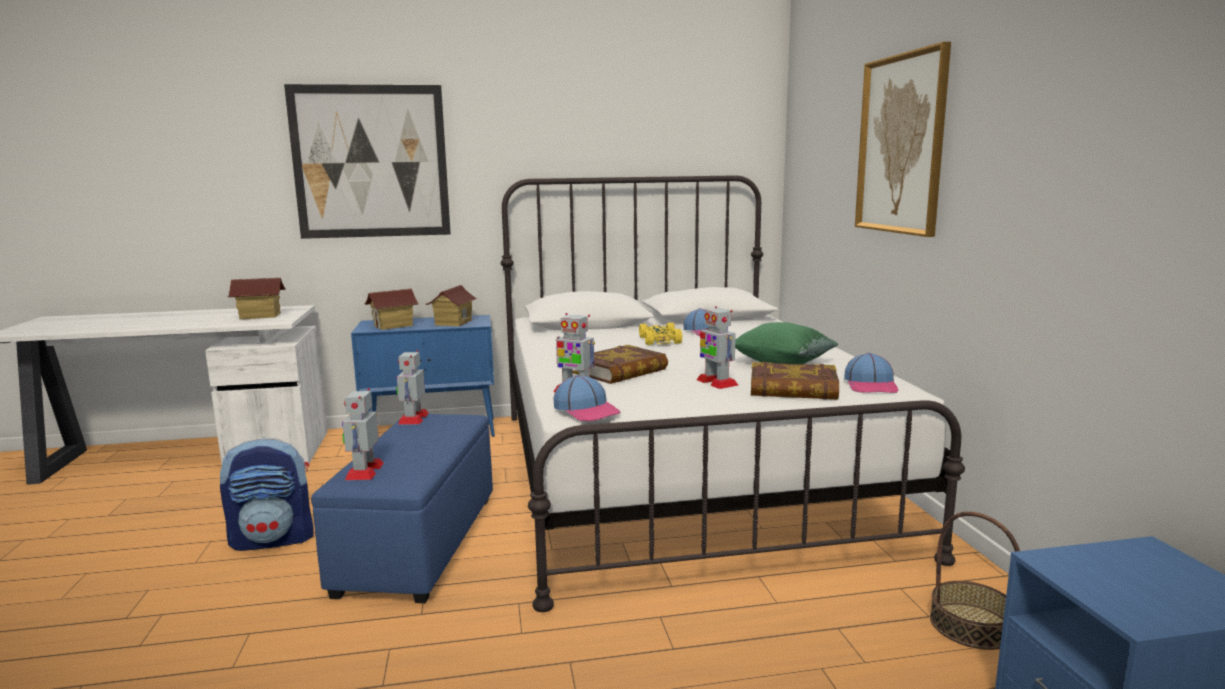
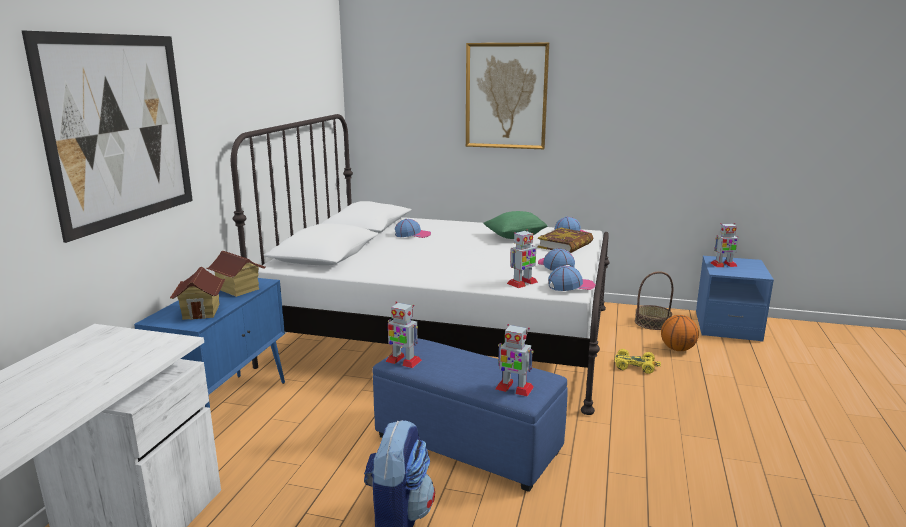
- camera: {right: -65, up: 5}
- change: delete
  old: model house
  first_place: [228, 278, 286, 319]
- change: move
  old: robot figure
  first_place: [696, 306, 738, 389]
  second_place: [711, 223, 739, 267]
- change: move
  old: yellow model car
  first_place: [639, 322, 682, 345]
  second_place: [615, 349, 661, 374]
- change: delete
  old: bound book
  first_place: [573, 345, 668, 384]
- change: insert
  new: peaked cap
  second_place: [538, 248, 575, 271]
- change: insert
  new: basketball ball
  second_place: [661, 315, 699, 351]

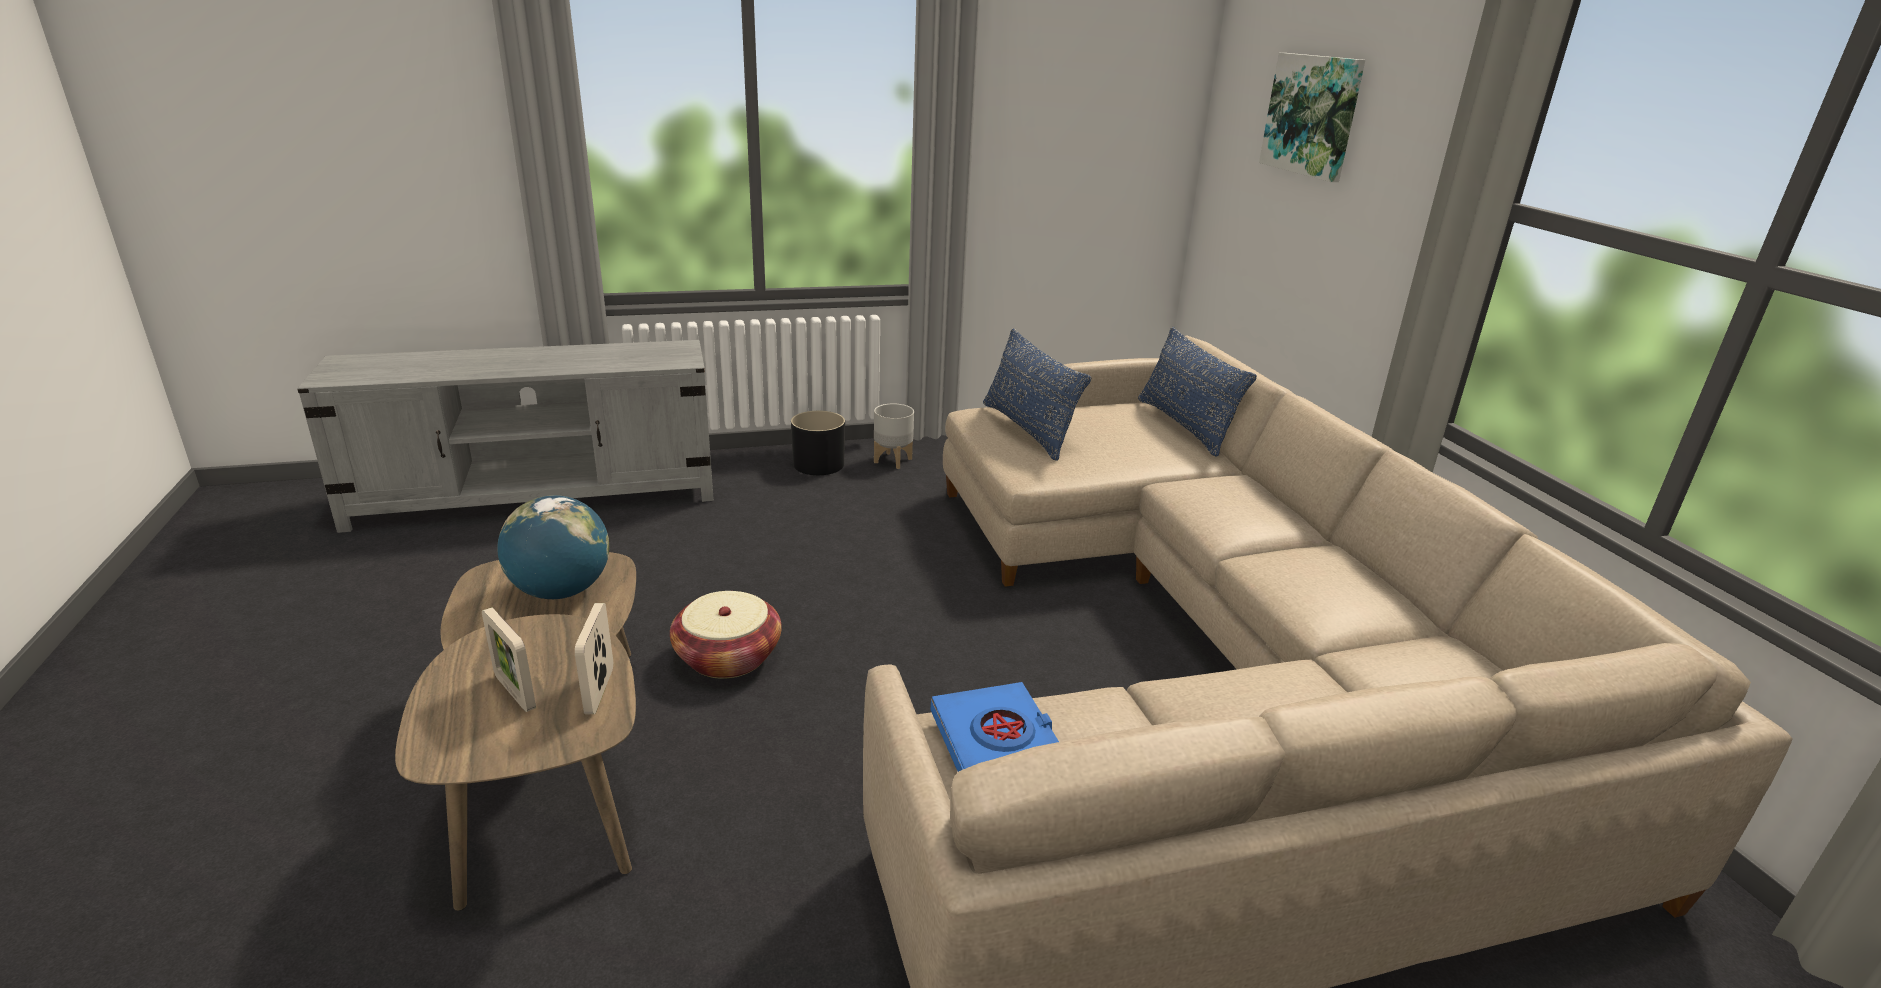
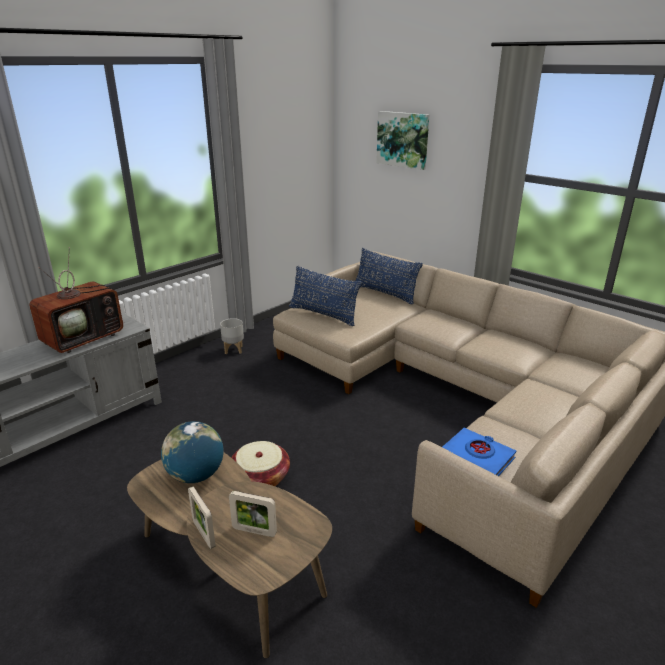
- camera: {right: -30, up: 0}
- change: delete
  old: blackish planter
  first_place: [791, 411, 845, 475]
- change: move
  old: standing frame
  first_place: [575, 603, 613, 714]
  second_place: [188, 487, 216, 549]
- change: insert
  new: television
  second_place: [29, 247, 124, 353]

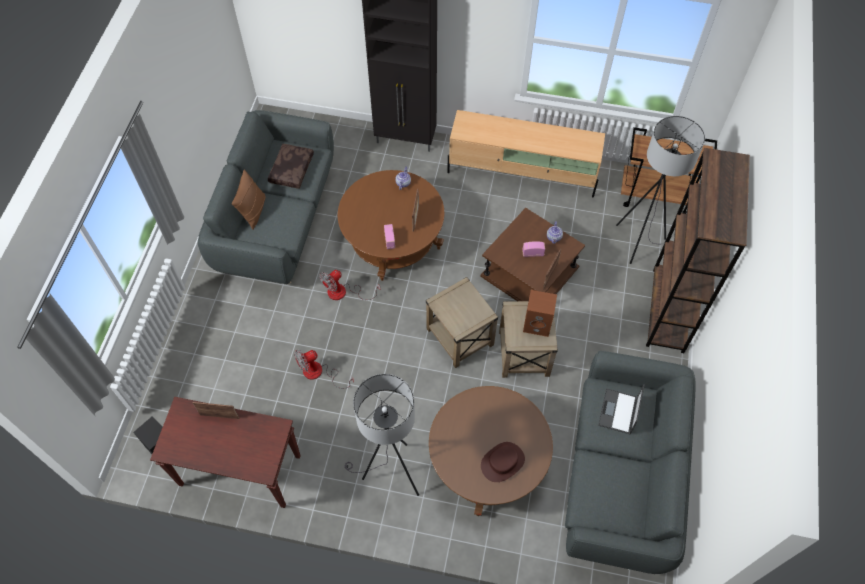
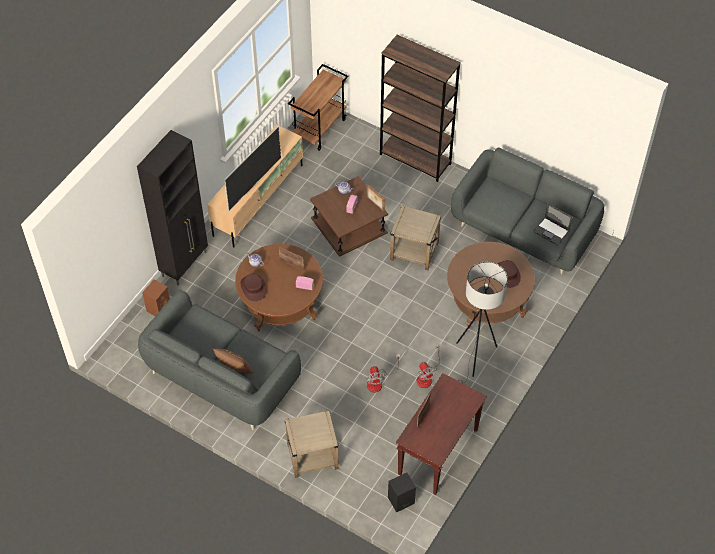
- camera: {right: -70, up: -5}
- change: delete
  old: grey standard lamp
  first_place: [616, 116, 705, 264]
- change: delete
  old: brown-coloured throw pillow
  first_place: [268, 144, 314, 189]
- change: move
  old: fan
  first_place: [319, 270, 380, 300]
  second_place: [416, 345, 440, 388]
- change: move
  old: beige-coloured side table
  first_place: [426, 277, 498, 368]
  second_place: [285, 410, 339, 478]
- change: move
  old: brown-coloured speaker
  first_place: [523, 290, 557, 337]
  second_place: [142, 280, 170, 316]
- change: move
  old: notebook computer
  first_place: [598, 384, 645, 435]
  second_place: [533, 203, 573, 246]
- change: insert
  new: television
  second_place: [224, 127, 281, 211]
- change: insert
  new: brown-coloured hat
  second_place: [240, 274, 267, 301]

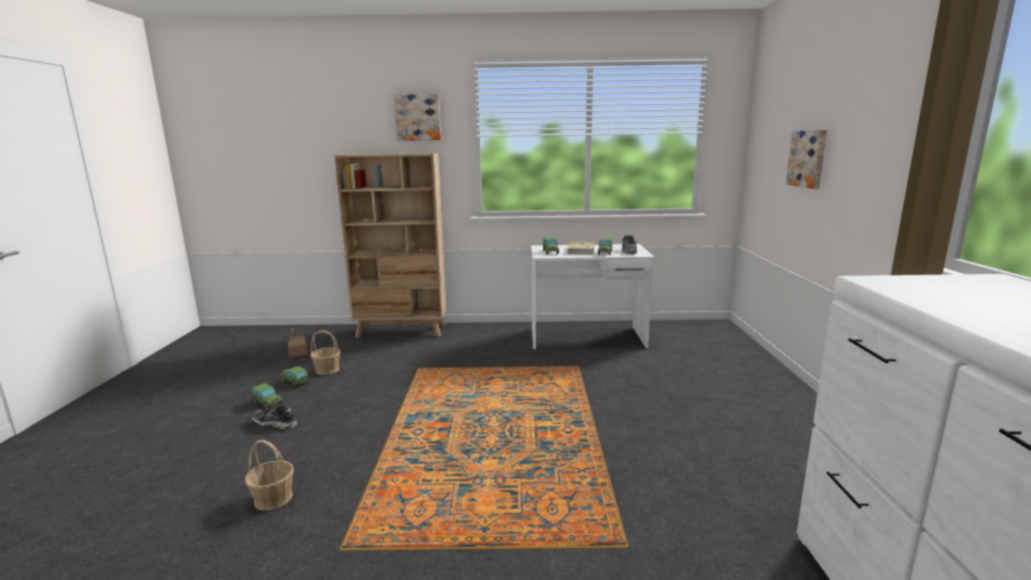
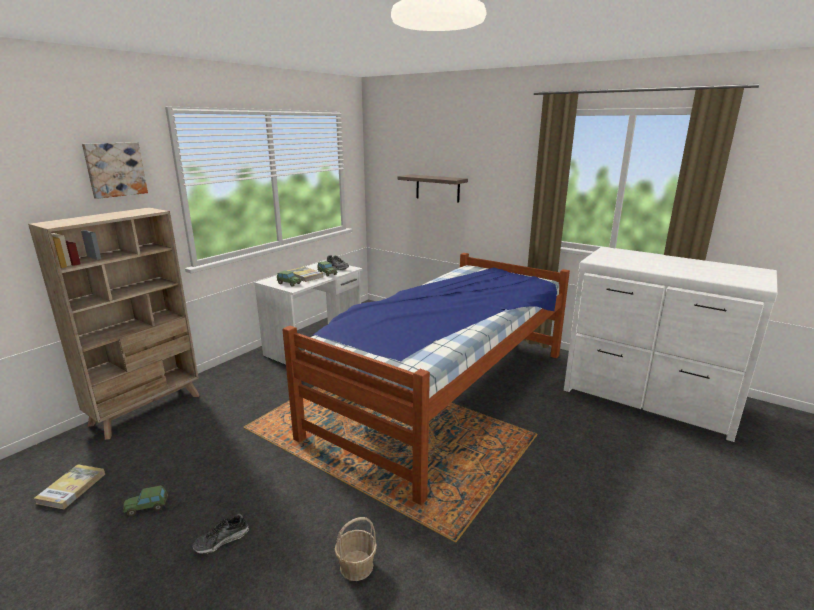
- camera: {right: -55, up: 5}
- change: replace
  old: wall art
  new: shelf
  first_place: [786, 130, 827, 189]
  second_place: [397, 174, 468, 203]
- change: replace
  old: model house
  new: bound book
  first_place: [288, 328, 308, 358]
  second_place: [34, 464, 105, 509]
- change: delete
  old: storage basket
  first_place: [310, 330, 341, 375]
- change: delete
  old: model car
  first_place: [251, 383, 283, 409]
- change: insert
  new: bed
  second_place: [282, 253, 570, 505]

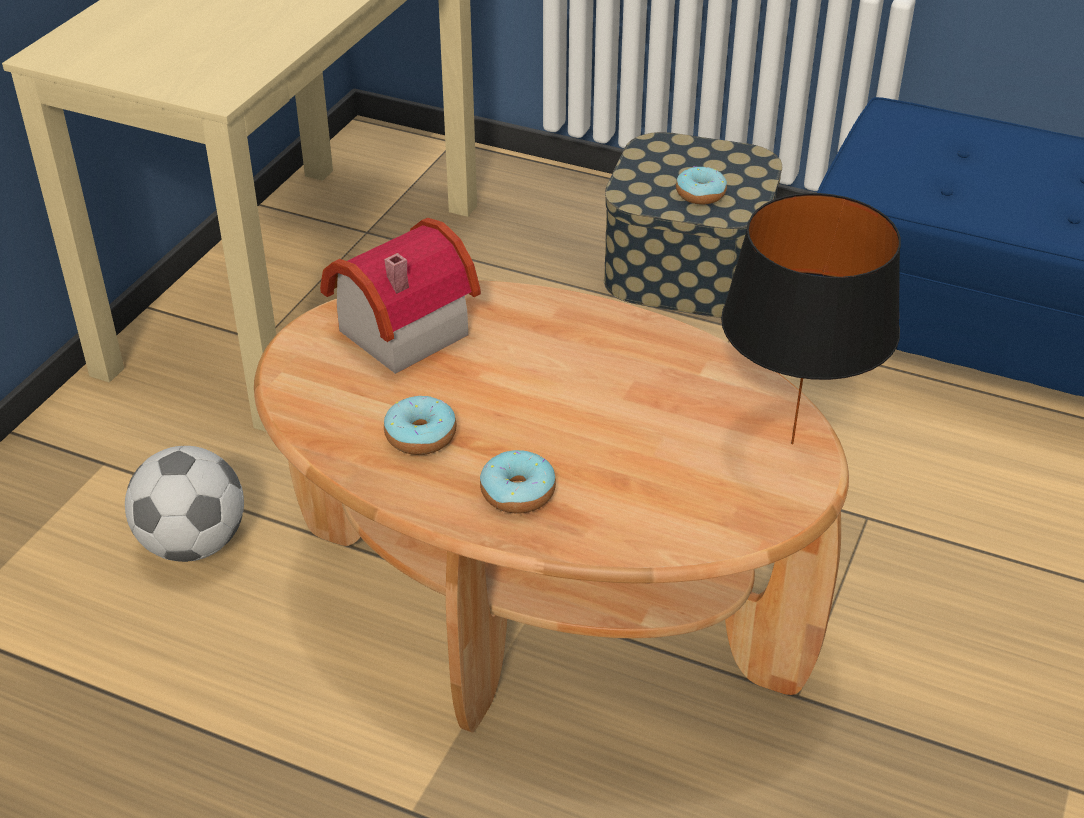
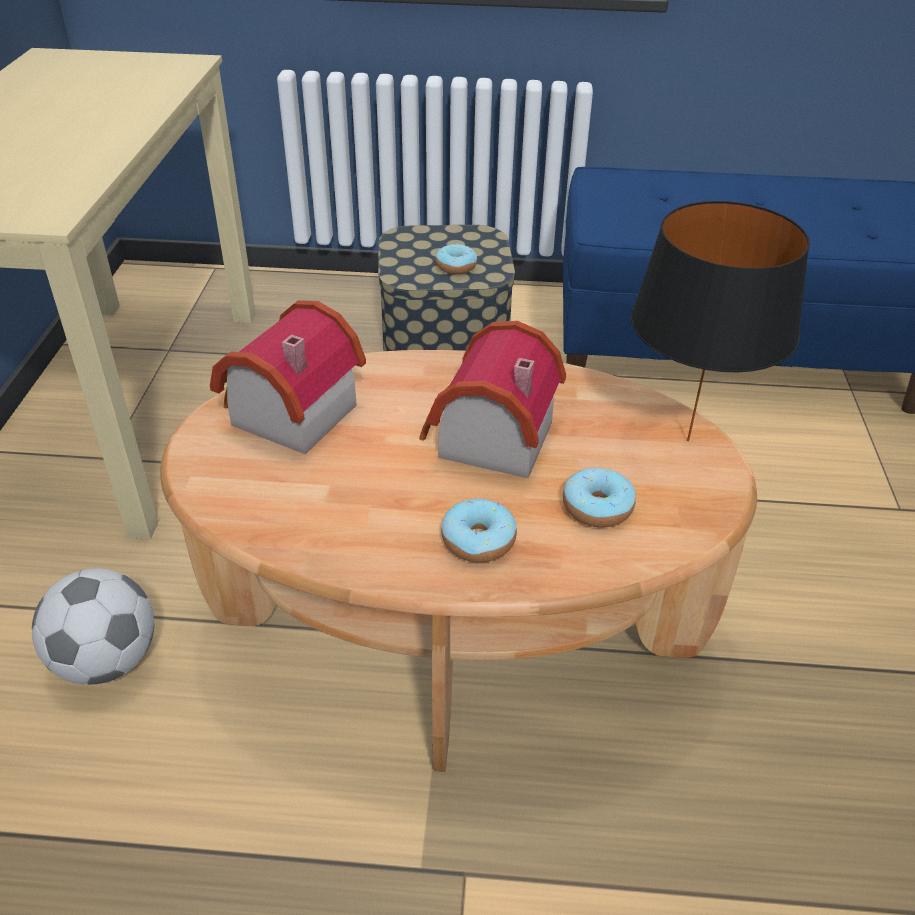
- camera: {right: -20, up: 0}
- change: move
  old: doughnut
  first_place: [384, 396, 456, 455]
  second_place: [563, 468, 636, 527]
- change: insert
  new: model house
  second_place: [419, 321, 566, 478]

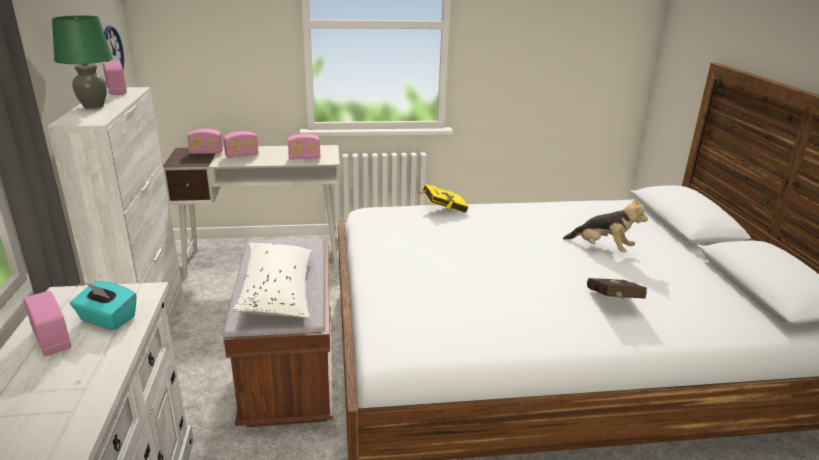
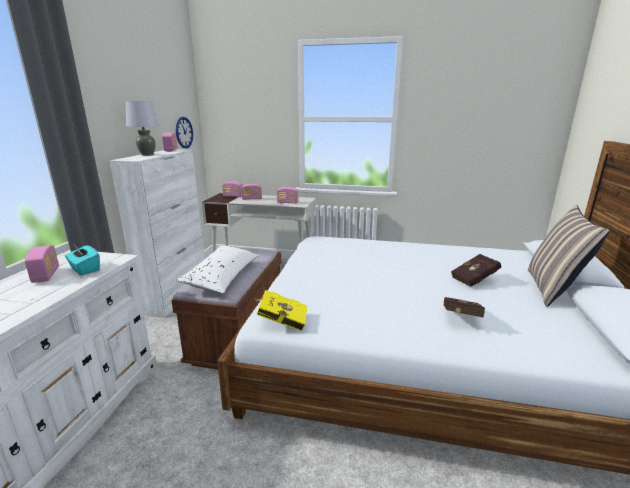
- camera: {right: 20, up: -5}
- change: recolor
  old: green-coloured tabletop lamp
  new: grey tabletop lamp
  first_place: [52, 15, 113, 109]
  second_place: [126, 101, 160, 156]
- change: move
  old: yellow bound book
  first_place: [419, 184, 469, 213]
  second_place: [254, 290, 307, 331]
- change: replace
  old: cuddly toy
  new: reddish bound book
  first_place: [563, 197, 648, 252]
  second_place: [451, 254, 501, 287]
- change: insert
  new: throw pillow
  second_place: [528, 205, 610, 307]

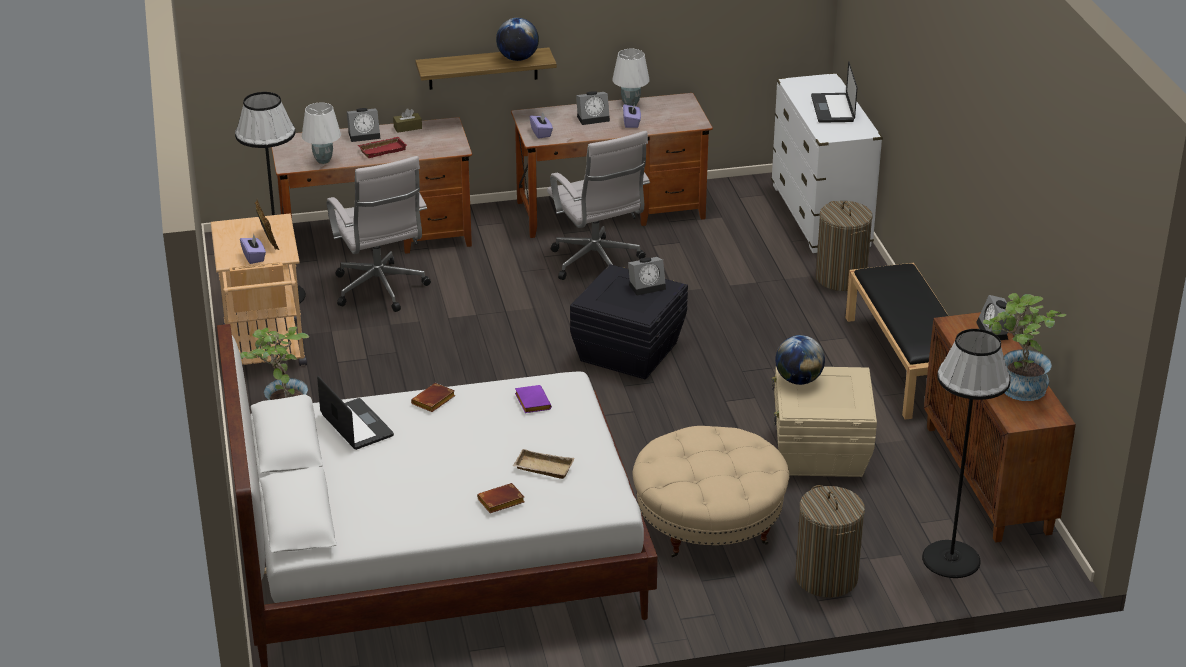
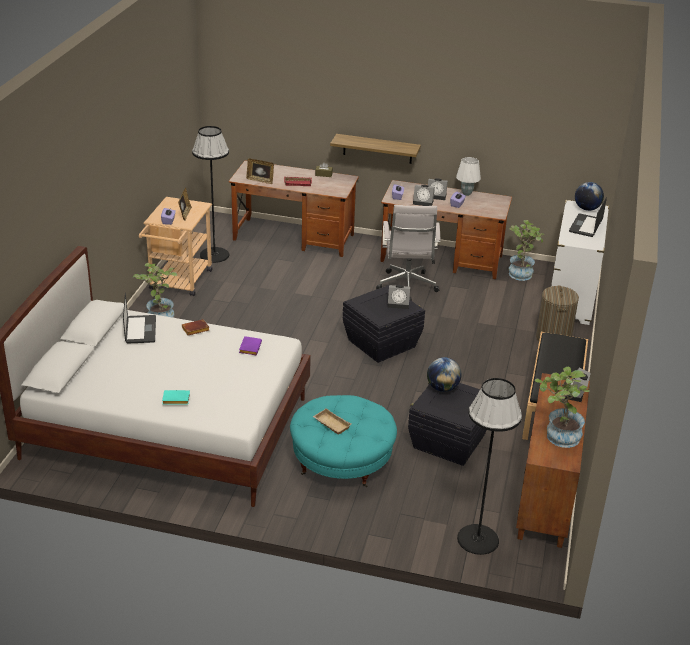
- camera: {right: 25, up: 0}
- change: move
  old: globe
  first_place: [496, 18, 539, 61]
  second_place: [575, 182, 604, 211]
- change: replace
  old: whitish tabletop lamp
  new: standing frame
  first_place: [302, 102, 341, 164]
  second_place: [246, 158, 274, 184]
- change: move
  old: alarm clock
  first_place: [347, 108, 380, 142]
  second_place: [413, 185, 435, 206]
- change: delete
  old: whitish office chair
  first_place: [326, 156, 431, 312]
- change: recolor
  old: beige-coloured storage bin
  new: blackish storage bin
  first_place: [772, 367, 877, 477]
  second_place: [408, 382, 487, 466]
- change: recolor
  old: beige-coloured pouffe
  new: blue-green pouffe
  first_place: [633, 426, 789, 557]
  second_place: [290, 395, 397, 487]
- change: move
  old: beige-coloured carrying tray
  first_place: [513, 449, 574, 479]
  second_place: [313, 408, 351, 434]
- change: recolor
  old: brown-coloured bound book
  new: blue-green bound book
  first_place: [477, 483, 524, 513]
  second_place: [162, 390, 190, 405]
- change: delete
  old: washing basket
  first_place: [795, 485, 865, 598]
- change: insert
  new: plant in a pot
  second_place: [508, 220, 545, 281]

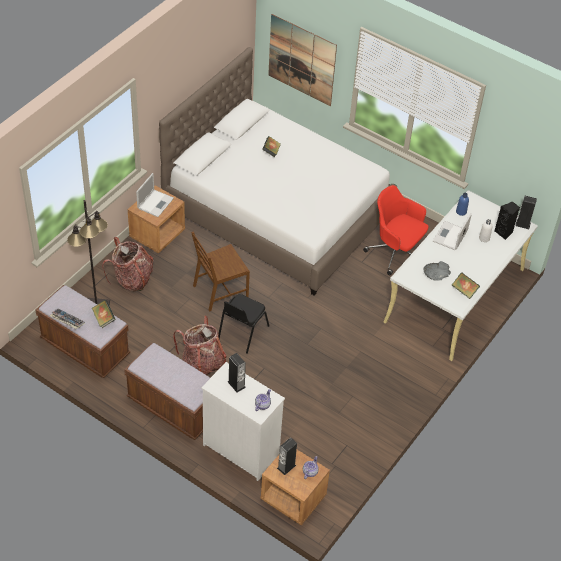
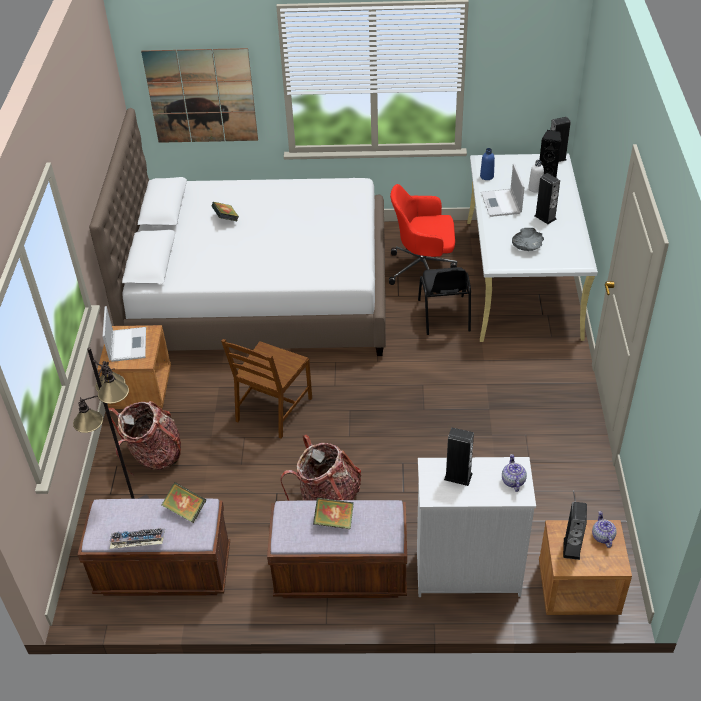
- camera: {right: -30, up: -5}
- change: move
  old: bound book
  first_place: [452, 272, 480, 299]
  second_place: [313, 497, 354, 529]
- change: move
  old: blackish plain chair
  first_place: [218, 294, 269, 354]
  second_place: [418, 267, 471, 335]
- change: insert
  new: speaker
  second_place: [535, 173, 560, 224]

